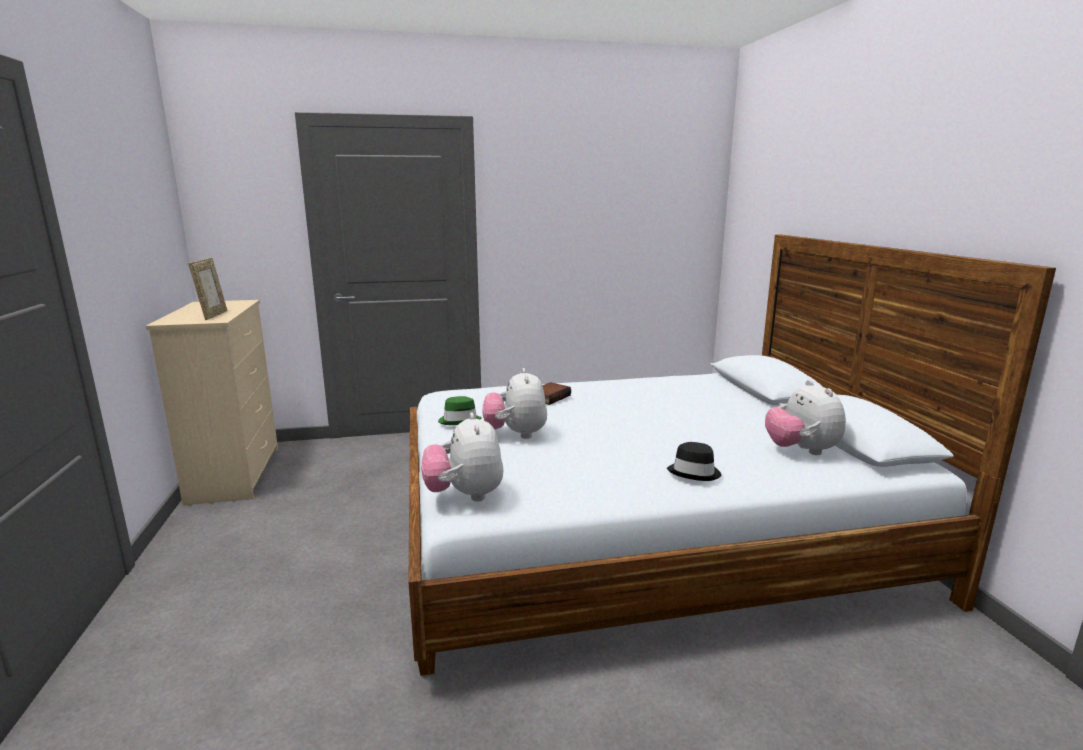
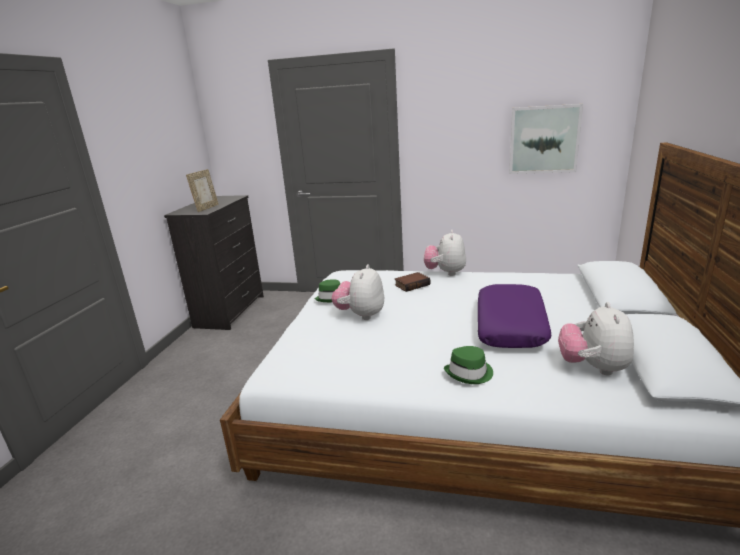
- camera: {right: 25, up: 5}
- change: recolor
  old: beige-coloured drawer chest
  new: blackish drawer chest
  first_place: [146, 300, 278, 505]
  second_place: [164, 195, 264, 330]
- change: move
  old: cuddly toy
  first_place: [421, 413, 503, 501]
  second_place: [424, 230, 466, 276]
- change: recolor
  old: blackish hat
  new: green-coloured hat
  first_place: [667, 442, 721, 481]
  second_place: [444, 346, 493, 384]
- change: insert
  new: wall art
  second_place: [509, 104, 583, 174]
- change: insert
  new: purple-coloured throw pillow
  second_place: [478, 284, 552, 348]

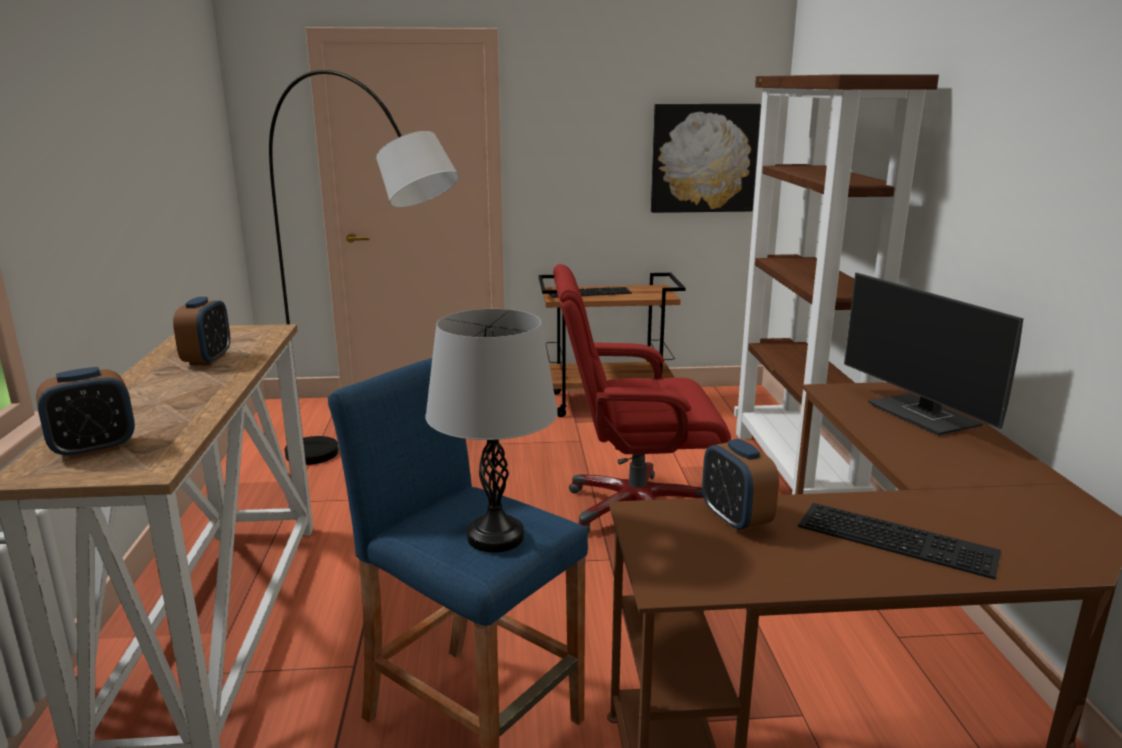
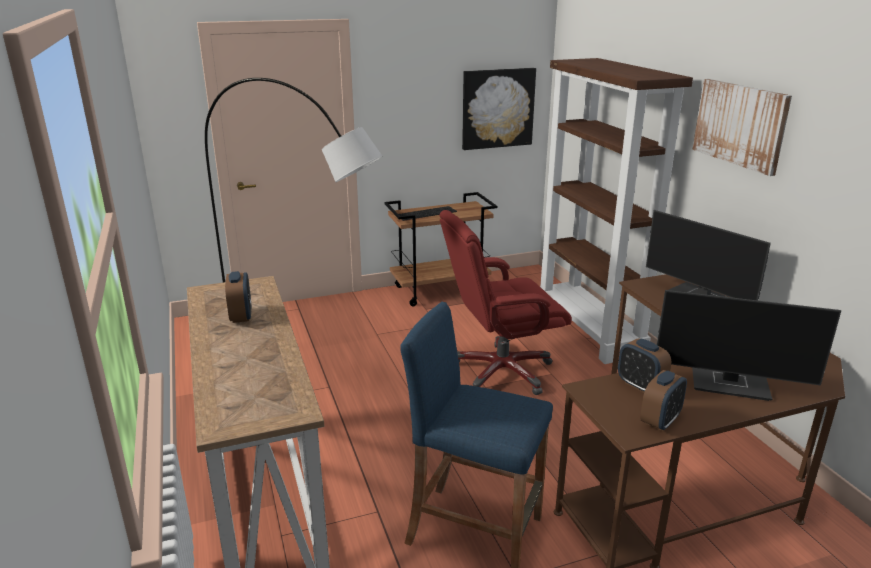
- camera: {right: -15, up: 5}
- change: delete
  old: grey tabletop lamp
  first_place: [426, 309, 558, 552]
- change: move
  old: alarm clock
  first_place: [36, 367, 135, 459]
  second_place: [640, 370, 687, 431]
- change: replace
  old: keyboard
  new: computer display
  first_place: [798, 503, 1001, 580]
  second_place: [657, 290, 841, 401]
- change: insert
  new: wall art
  second_place: [692, 79, 792, 176]

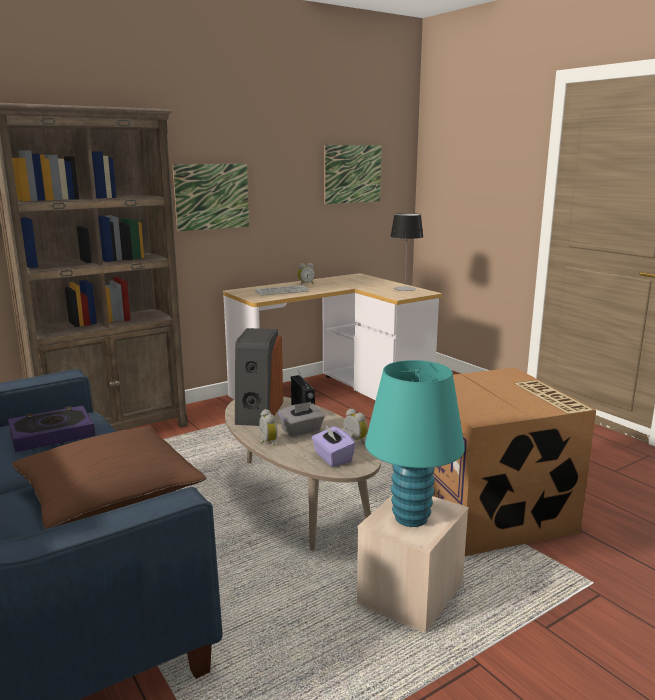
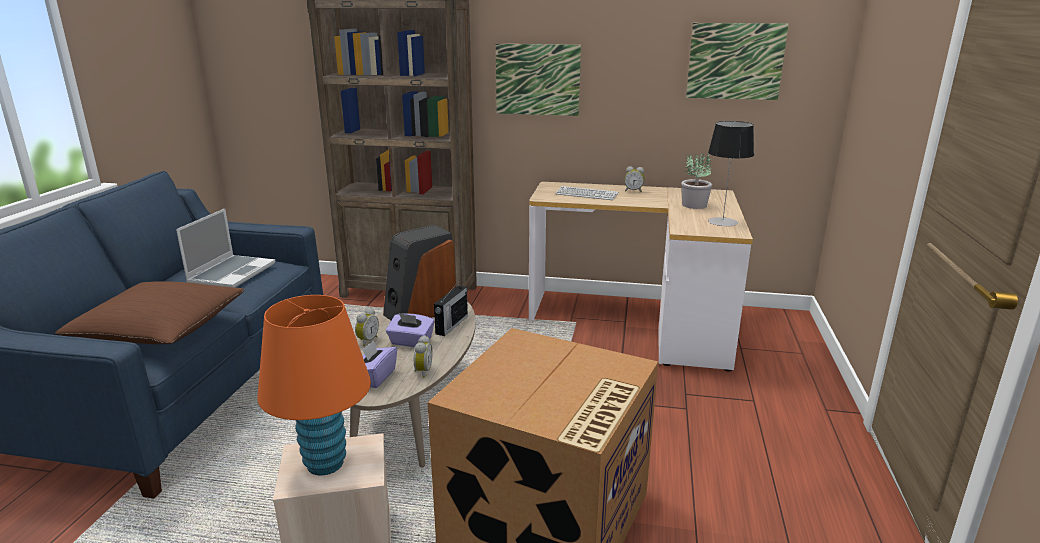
- camera: {right: 45, up: 5}
- change: recolor
  old: blue-green tabletop lamp
  new: orange-coloured tabletop lamp
  first_place: [365, 360, 465, 527]
  second_place: [257, 295, 371, 475]
- change: recolor
  old: grey tissue holder
  new: purple-coloured tissue holder
  first_place: [278, 402, 324, 437]
  second_place: [386, 313, 434, 347]
- change: replace
  old: bound book
  new: notebook computer
  first_place: [8, 406, 95, 452]
  second_place: [176, 209, 276, 288]
- change: insert
  new: plant in a pot
  second_place: [681, 154, 712, 209]

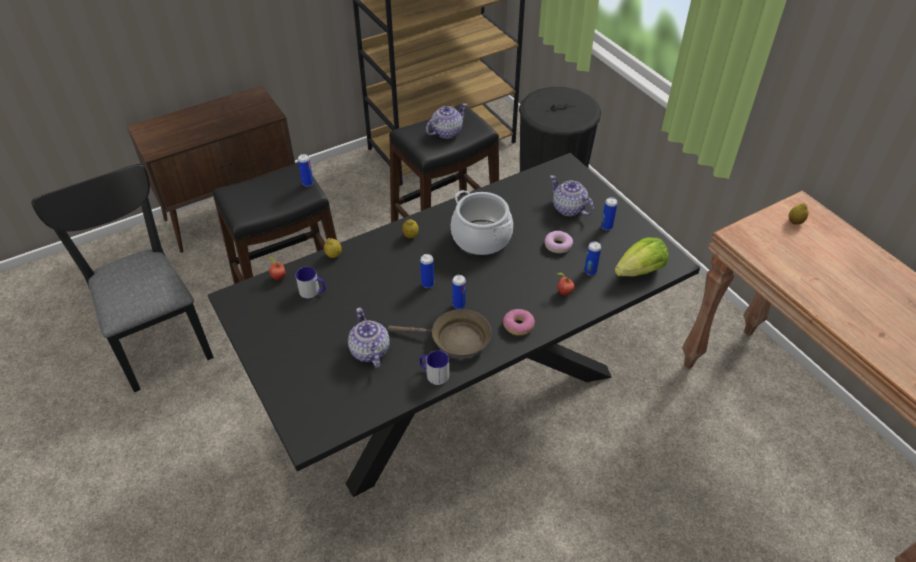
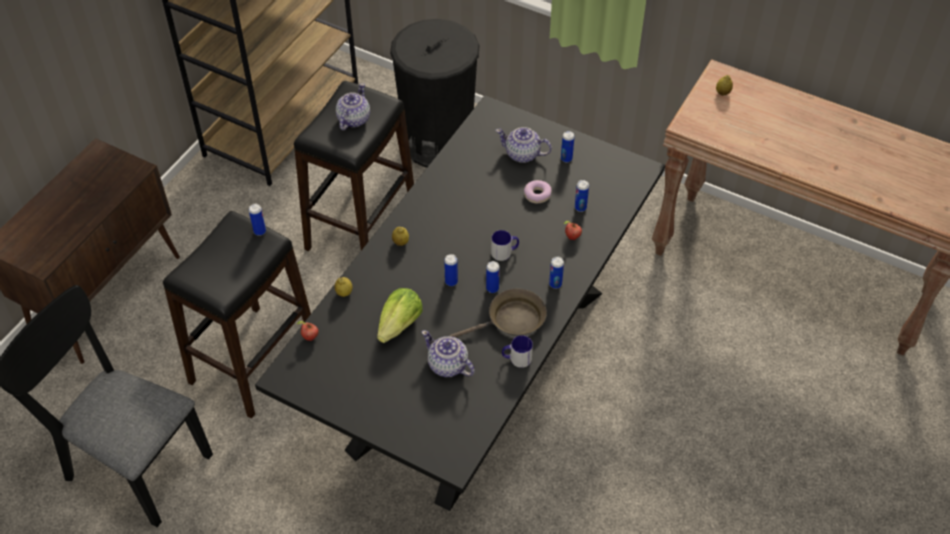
- camera: {right: -30, up: 5}
- change: delete
  old: stockpot
  first_place: [451, 190, 513, 255]
- change: move
  old: head of lettuce
  first_place: [615, 237, 669, 277]
  second_place: [377, 288, 423, 343]
- change: move
  old: coffee mug
  first_place: [295, 267, 326, 299]
  second_place: [491, 230, 519, 261]
- change: replace
  old: doughnut
  new: sealed can
  first_place: [503, 309, 535, 335]
  second_place: [549, 257, 564, 289]

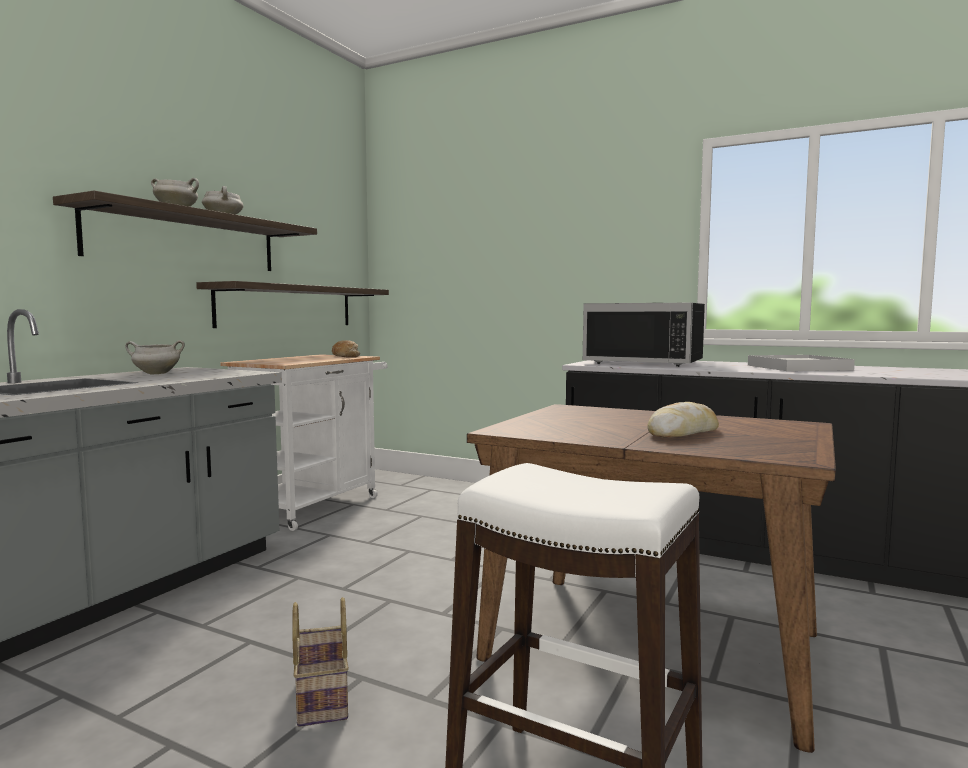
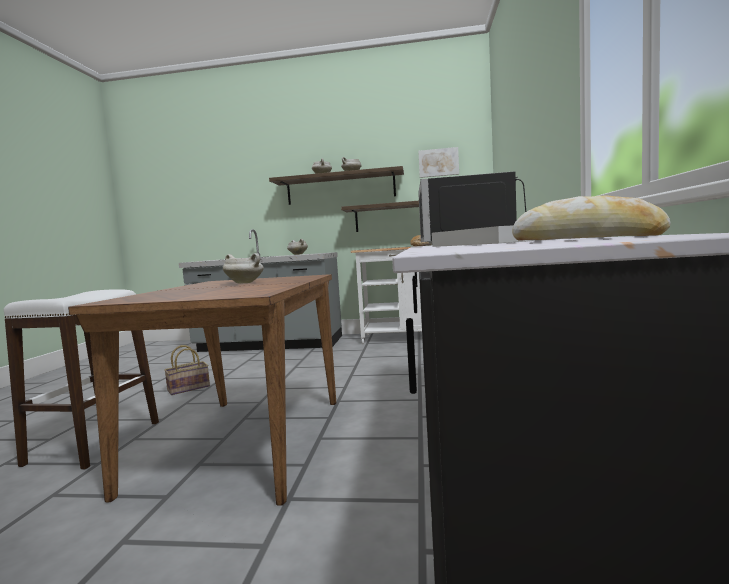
- camera: {right: 70, up: 0}
- change: move
  old: bread
  first_place: [647, 402, 719, 438]
  second_place: [512, 196, 671, 241]
- change: insert
  new: wall art
  second_place: [418, 147, 459, 178]
- change: insert
  new: whitish stockpot
  second_place: [223, 253, 264, 284]

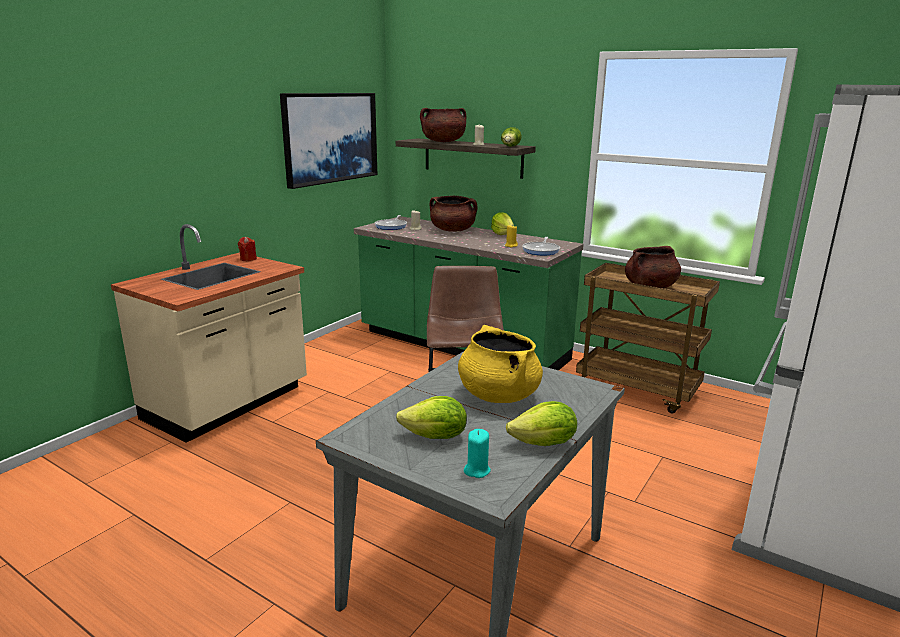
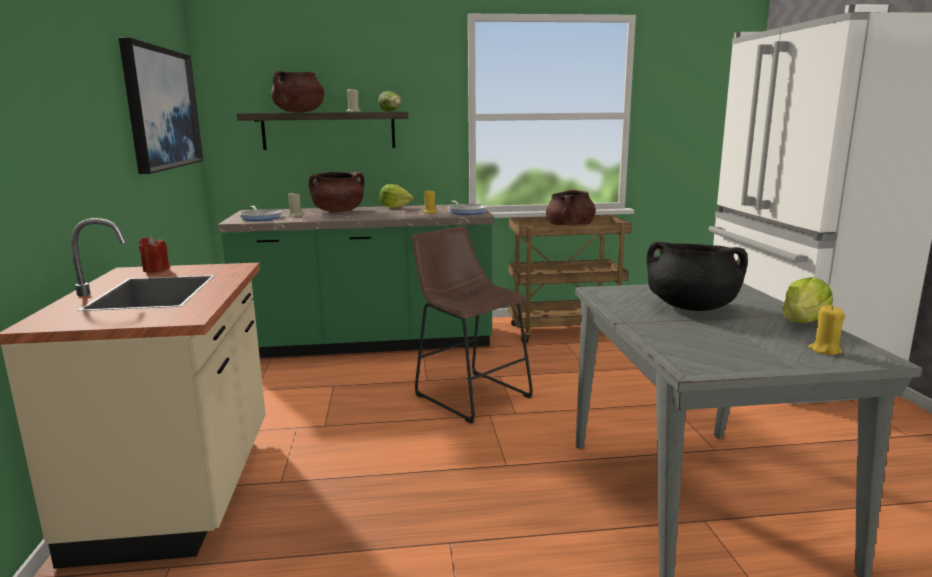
- camera: {right: -40, up: -5}
- change: recolor
  old: yellow stockpot
  new: blackish stockpot
  first_place: [458, 325, 543, 403]
  second_place: [646, 242, 748, 311]
- change: delete
  old: head of lettuce
  first_place: [396, 396, 467, 439]
- change: recolor
  old: blue-green candle
  new: yellow candle
  first_place: [464, 429, 491, 478]
  second_place: [808, 305, 845, 355]

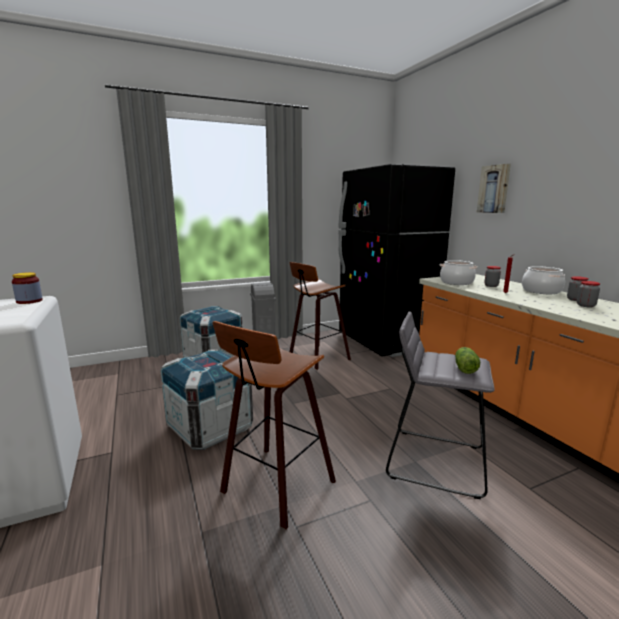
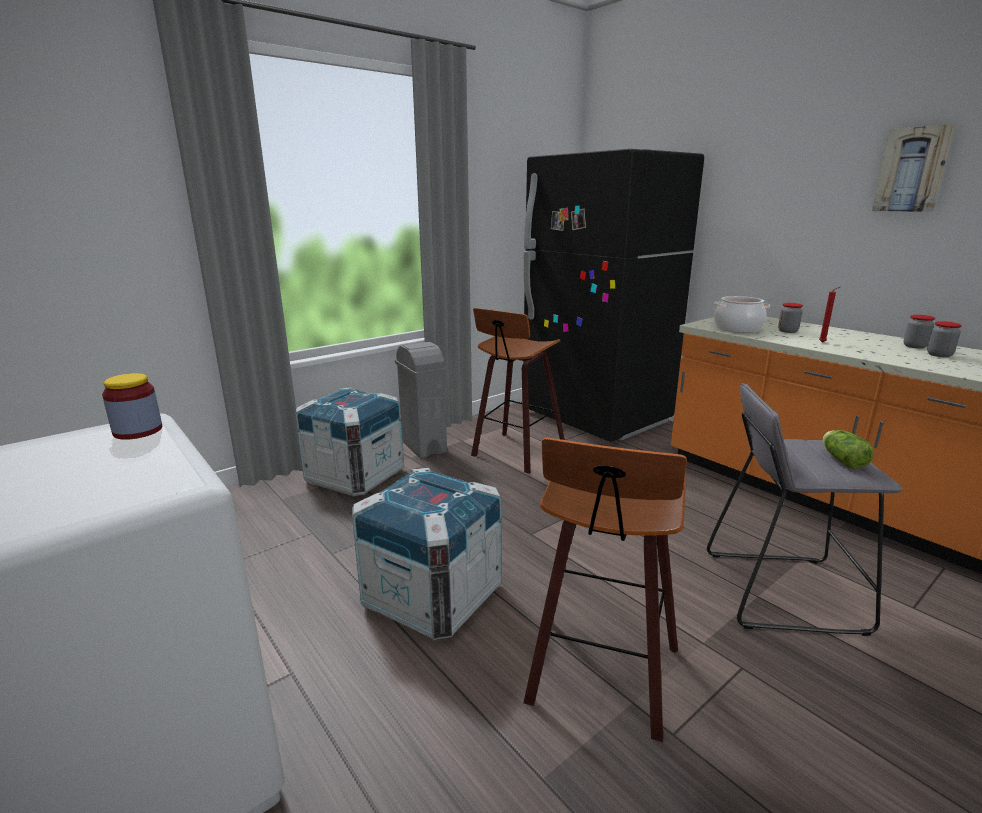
- camera: {right: -15, up: 5}
- change: move
  old: wall art
  first_place: [477, 164, 511, 213]
  second_place: [872, 124, 955, 212]
- change: delete
  old: stockpot
  first_place: [522, 266, 565, 294]

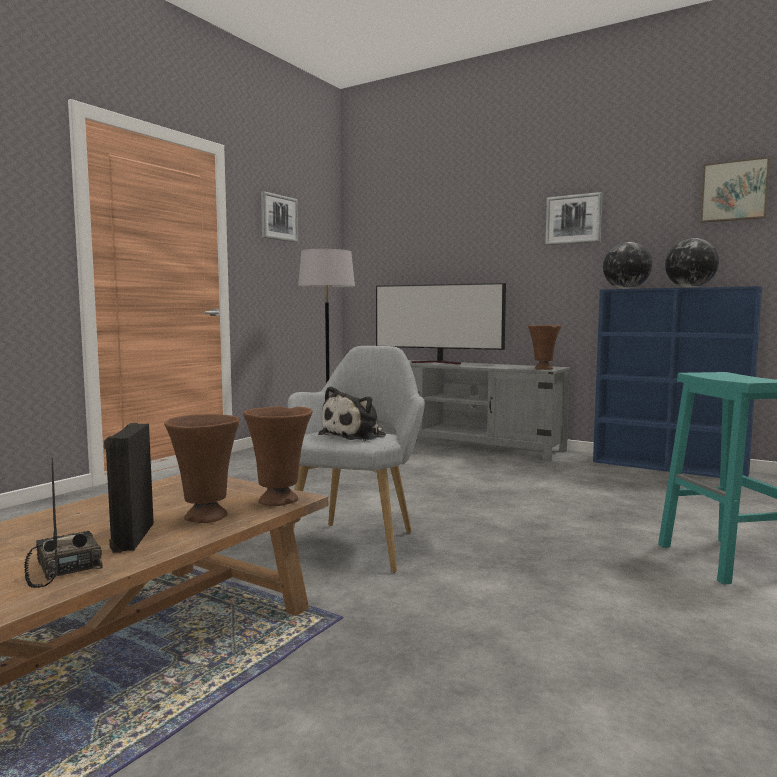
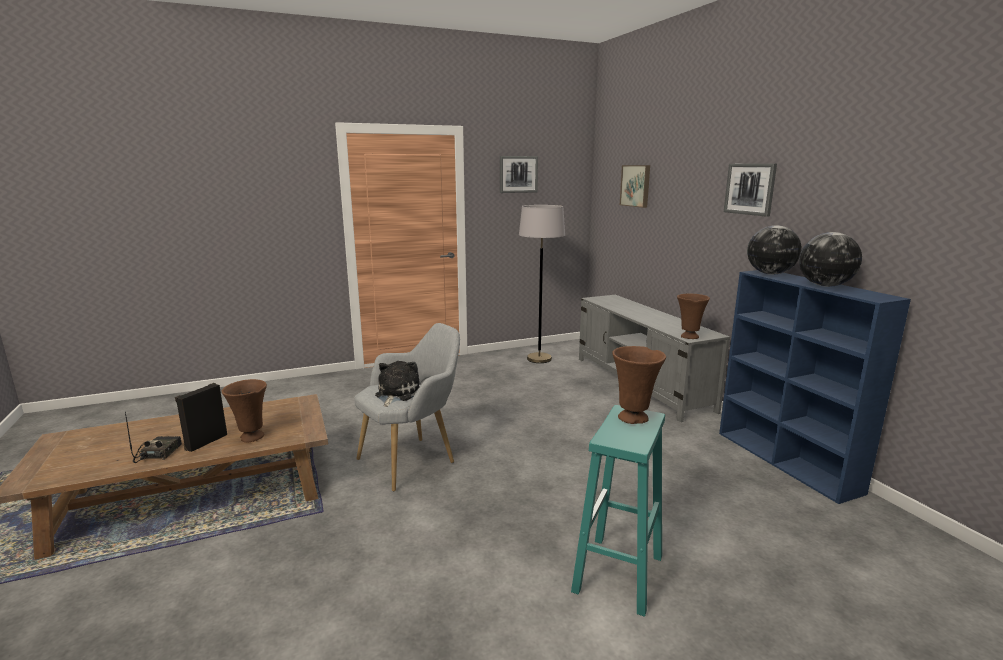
- camera: {right: 35, up: 10}
- change: move
  old: wall art
  first_place: [700, 157, 770, 223]
  second_place: [620, 165, 650, 208]
- change: delete
  old: television
  first_place: [376, 283, 506, 364]
- change: rotate
  old: cuddly toy
  first_place: [318, 386, 386, 441]
  second_place: [375, 361, 419, 407]
  degrees: 120
- change: move
  old: brown-coloured vase
  first_place: [243, 406, 312, 506]
  second_place: [612, 346, 666, 424]

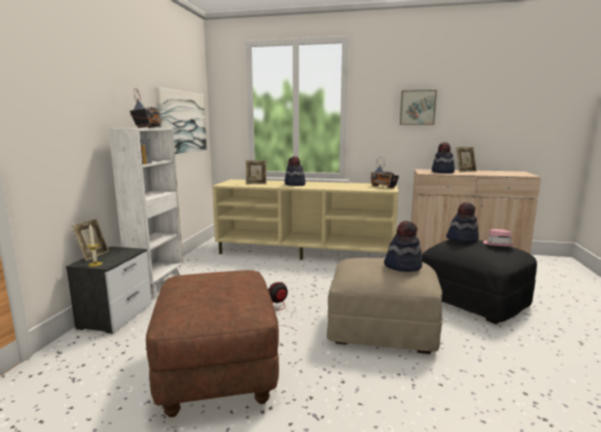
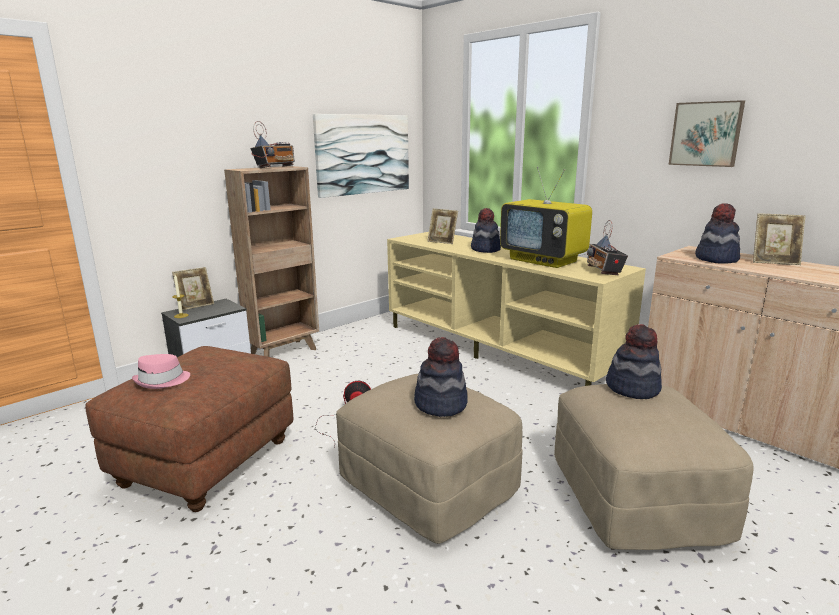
- camera: {right: 35, up: 5}
- change: recolor
  old: whitish bookcase
  new: brown-coloured bookcase
  first_place: [109, 128, 183, 299]
  second_place: [224, 166, 319, 357]
- change: move
  old: pinkish hat
  first_place: [483, 229, 515, 246]
  second_place: [132, 354, 190, 389]
- change: recolor
  old: blackish pouffe
  new: beige-coloured pouffe
  first_place: [422, 240, 537, 324]
  second_place: [554, 384, 754, 550]
- change: insert
  new: television
  second_place: [500, 167, 592, 268]

